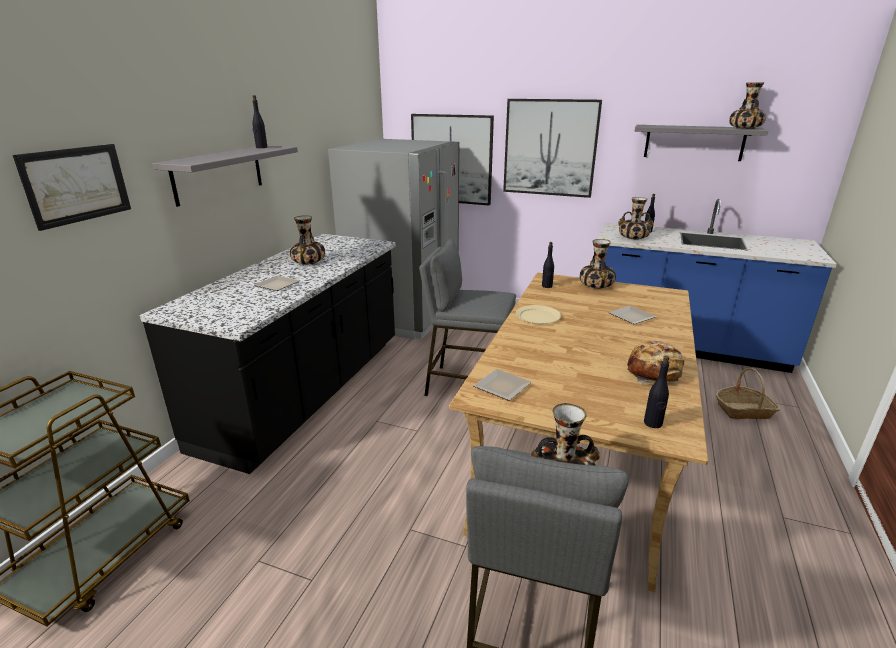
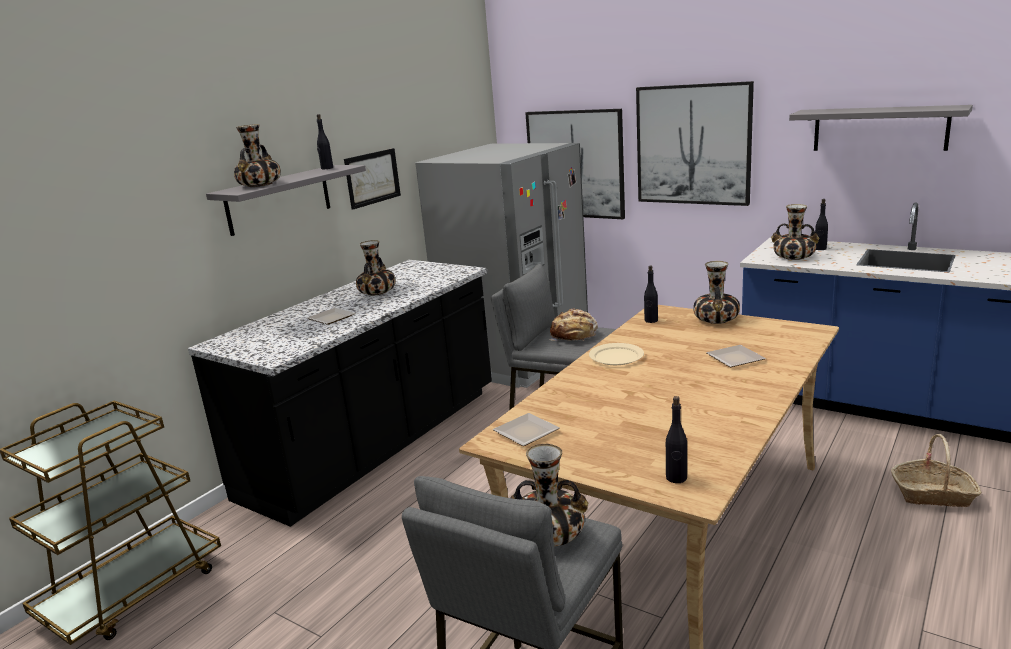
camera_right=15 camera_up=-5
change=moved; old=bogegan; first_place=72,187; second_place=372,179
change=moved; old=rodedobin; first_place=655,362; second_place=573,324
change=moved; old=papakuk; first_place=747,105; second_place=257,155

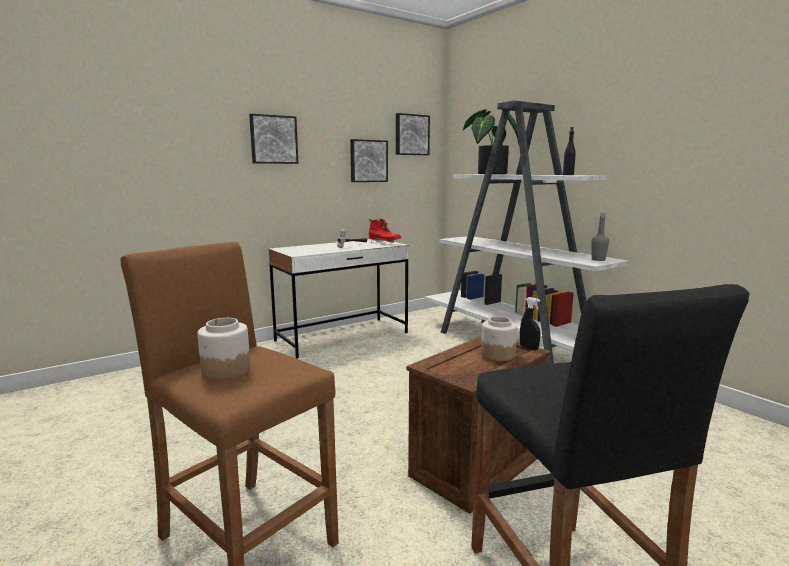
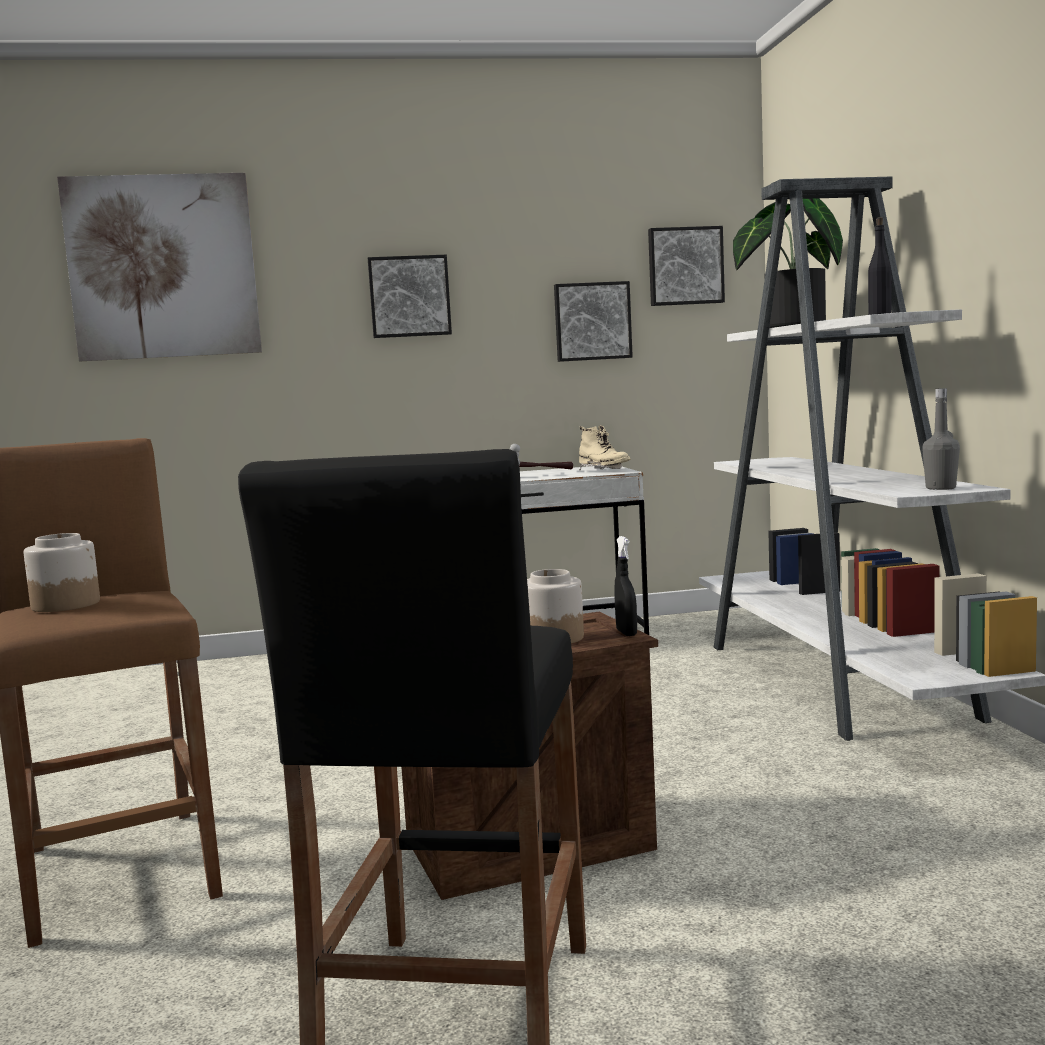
camera_right=25 camera_up=-5
change=recoloured; old=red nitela; new=beige nitela; first_place=385,231; second_place=604,447
change=added; new=bogegan; second_place=159,267

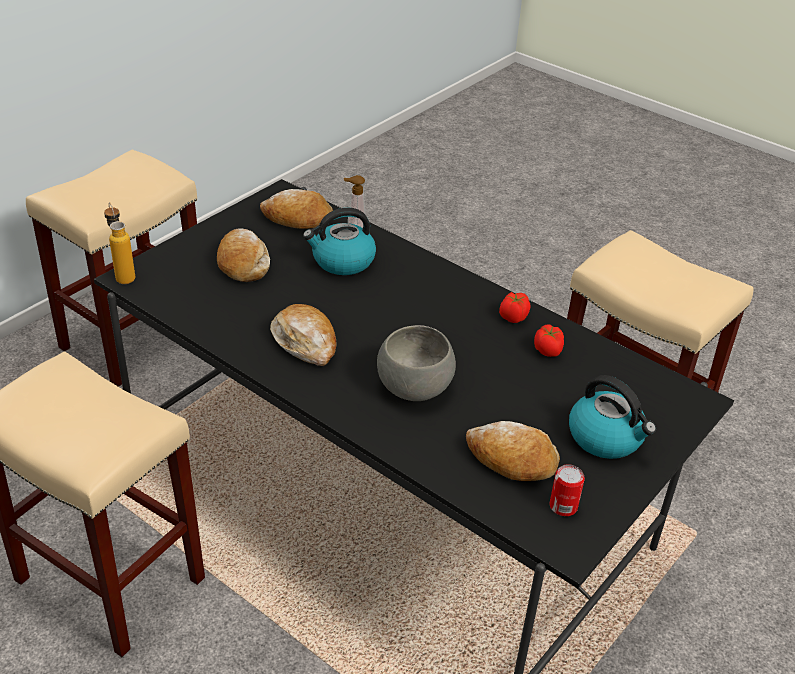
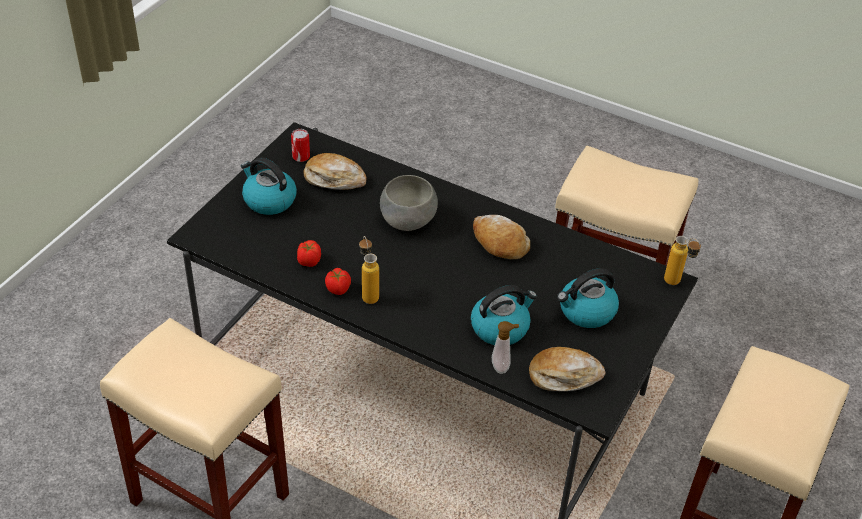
camera_right=170 camera_up=5
change=replaced; old=rodedobin; new=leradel; first_place=243,255; second_place=588,298
change=added; new=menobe; second_place=369,270

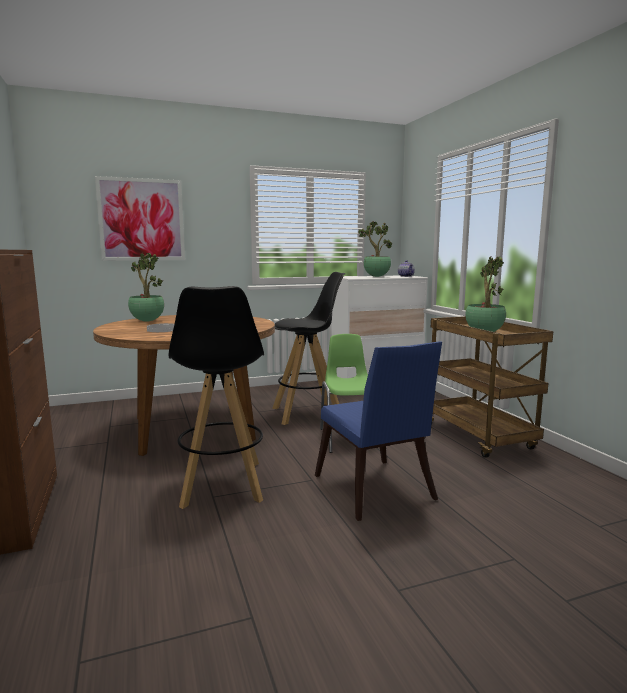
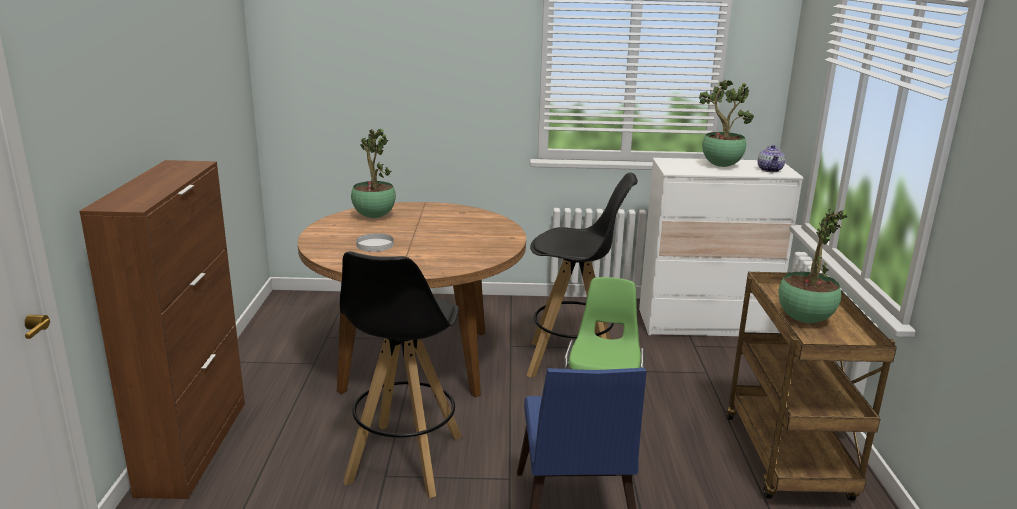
camera_right=20 camera_up=10
change=removed; old=bogegan; first_place=140,218

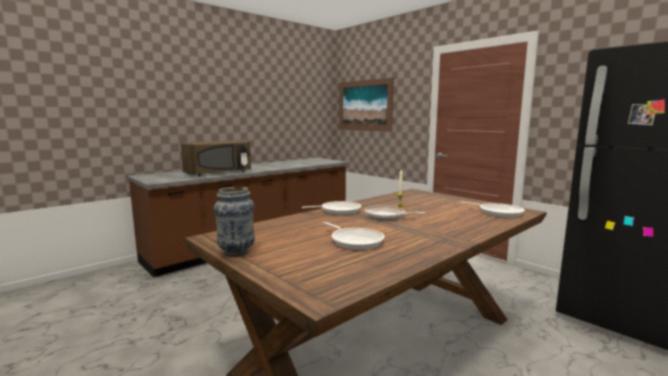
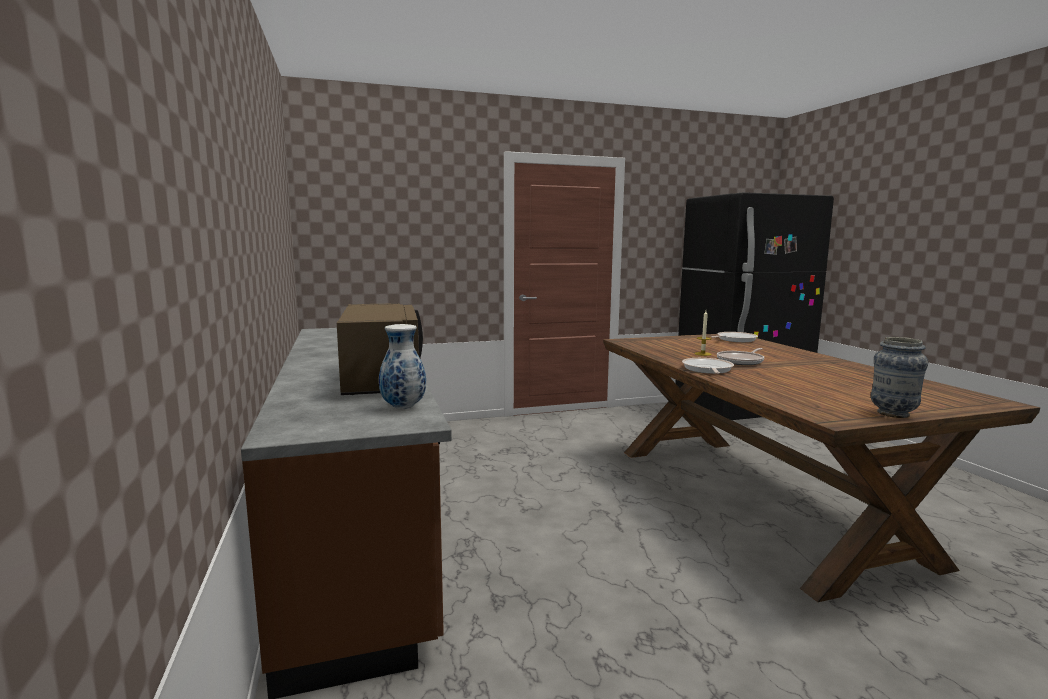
camera_right=-65 camera_up=0
change=removed; old=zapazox; first_place=354,236
change=removed; old=bogegan; first_place=366,105
change=added; new=papakuk; second_place=402,366

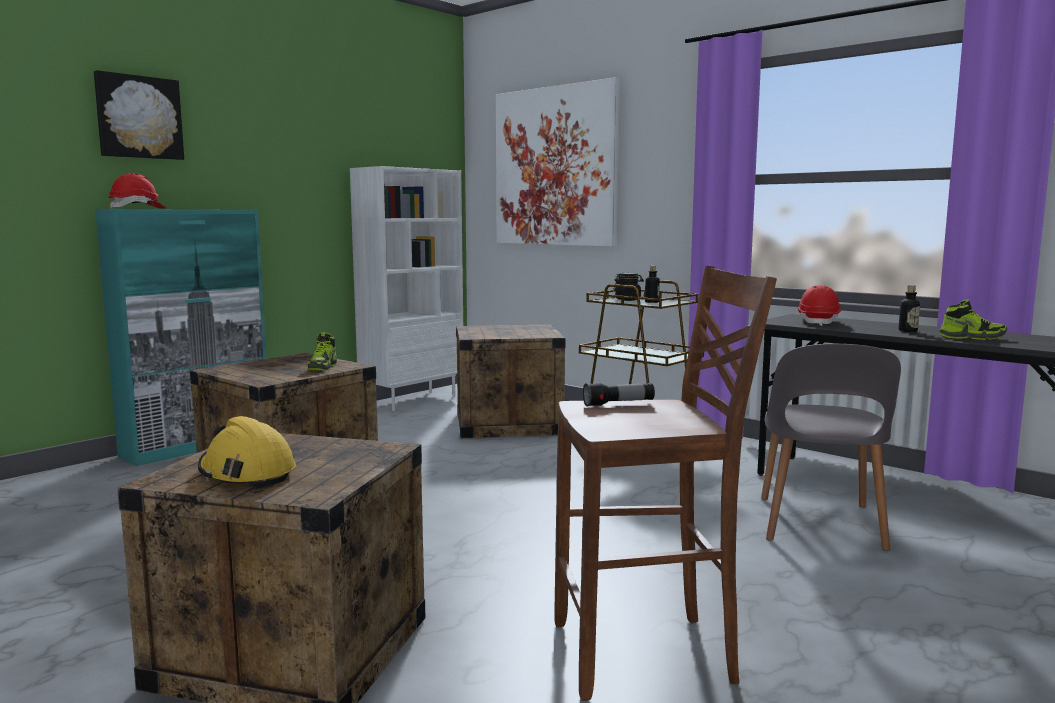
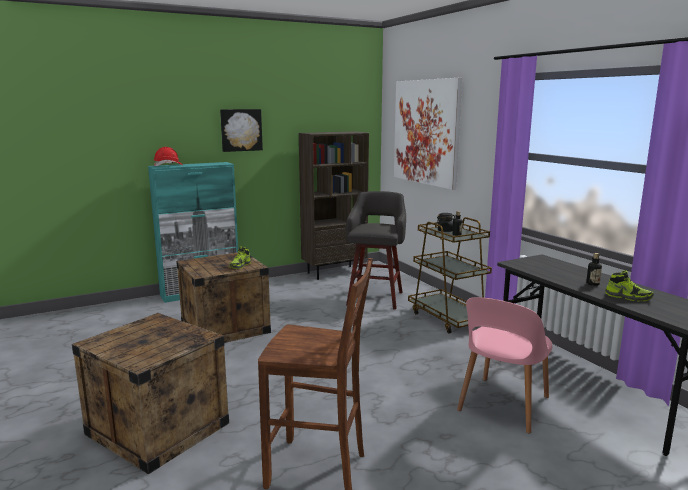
camera_right=20 camera_up=5
change=moved; old=bogegan; first_place=139,115; second_place=241,130
change=removed; old=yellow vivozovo; first_place=247,452
change=recoloured; old=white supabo; new=brown supabo; first_place=406,288; second_place=334,205
change=replaced; old=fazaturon; new=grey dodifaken; first_place=511,381; second_place=376,250
change=removed; old=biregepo; first_place=619,395
change=recoloured; old=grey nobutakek; new=pink nobutakek; first_place=831,447; second_place=504,365
change=removed; old=red vivozovo; first_place=819,305

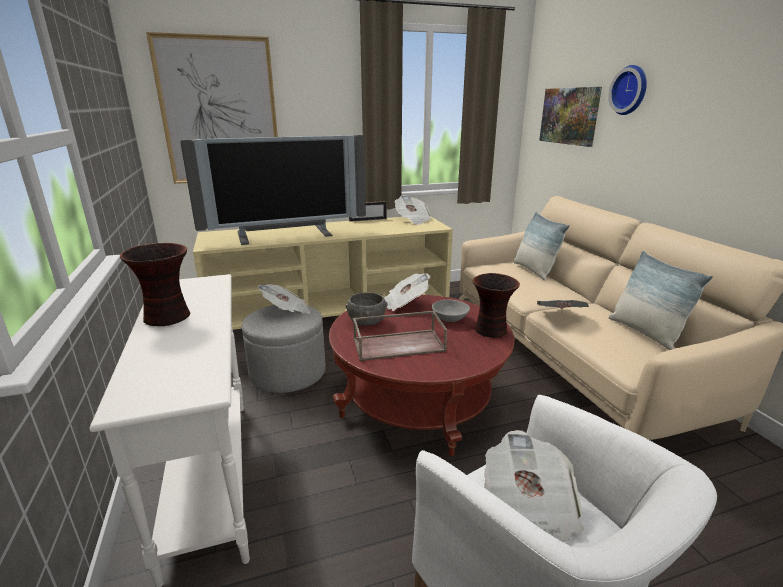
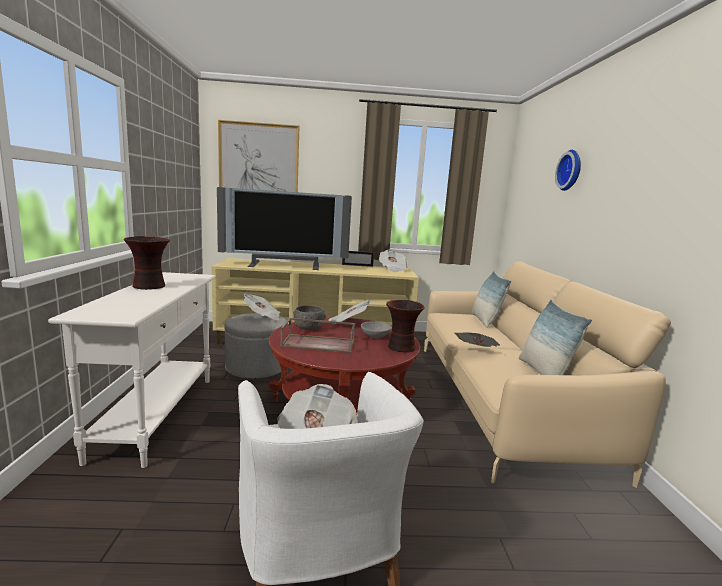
camera_right=15 camera_up=-10
change=removed; old=bogegan; first_place=570,117

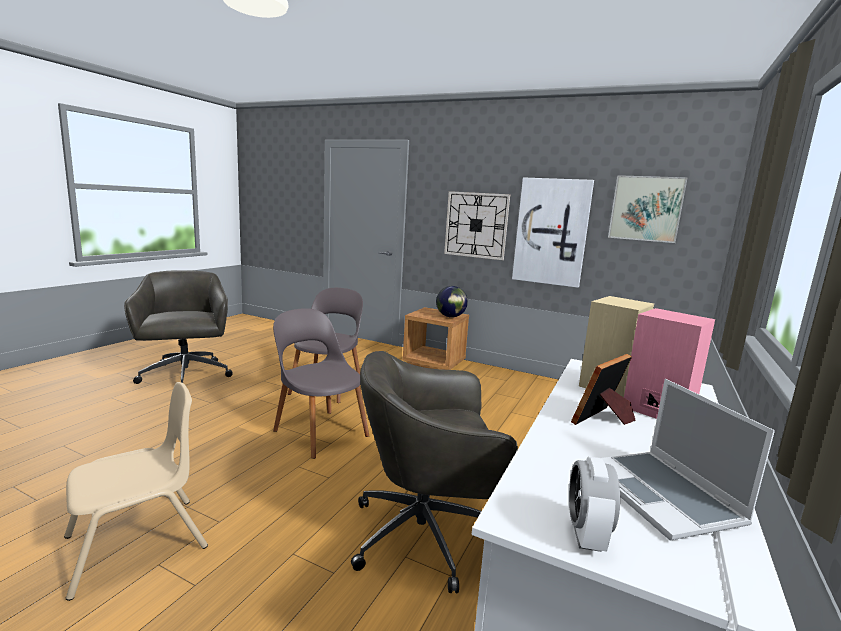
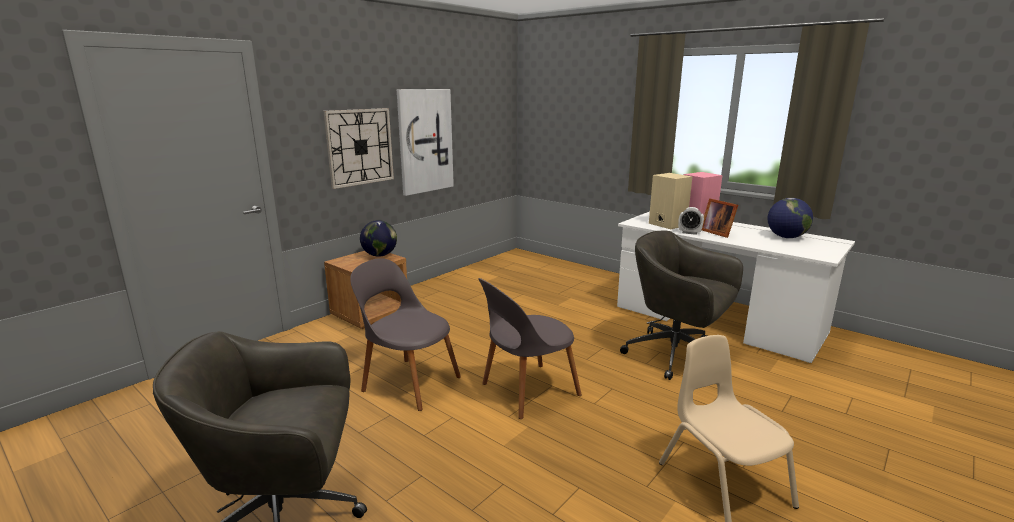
camera_right=-75 camera_up=5
change=turned; old=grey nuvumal; first_place=434,472; second_place=681,305; degrees=120
change=moved; old=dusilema; first_place=594,504; second_place=691,221
change=replaced; old=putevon; new=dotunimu; first_place=680,459; second_place=790,218
change=removed; old=bogegan; first_place=648,209

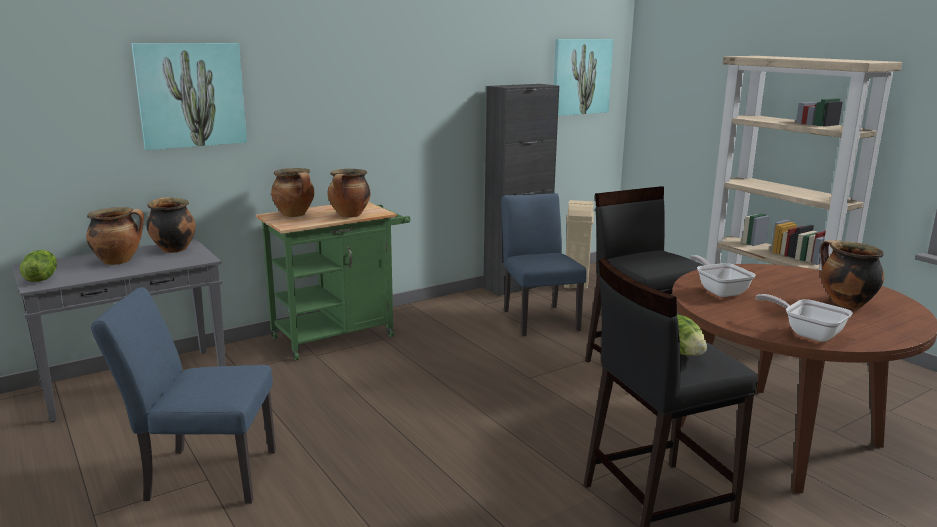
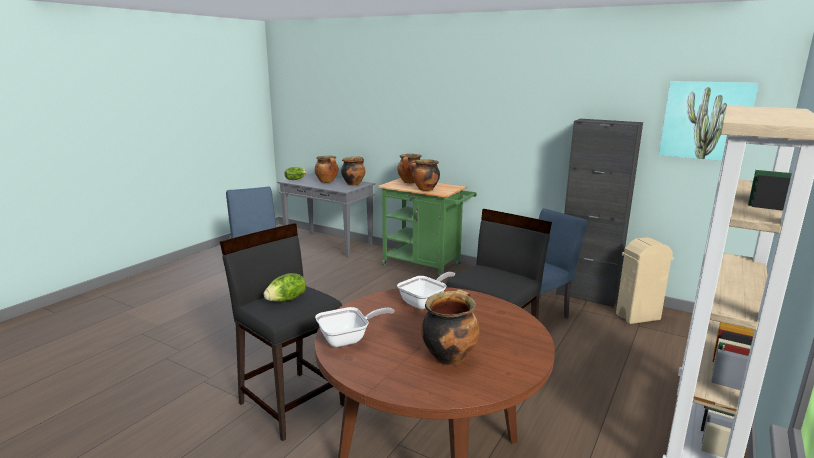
camera_right=65 camera_up=0
change=removed; old=bogegan; first_place=189,96
change=turned; old=zapazox; first_place=804,318; second_place=355,327; degrees=45

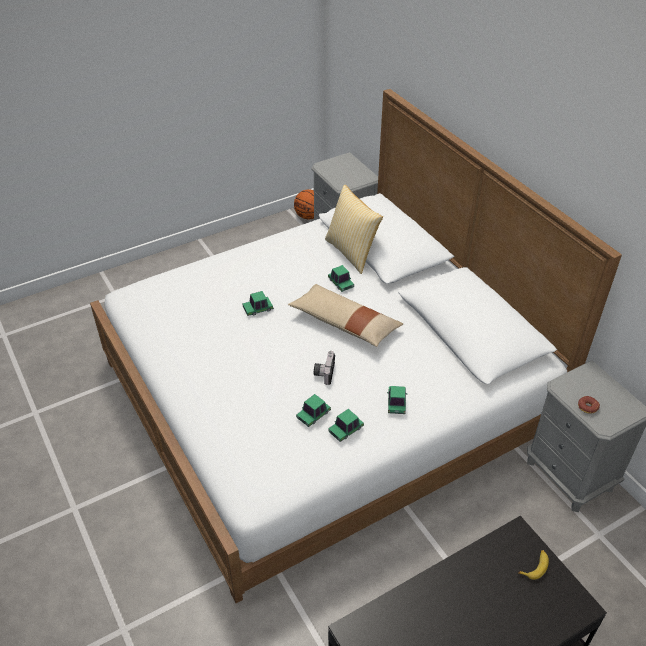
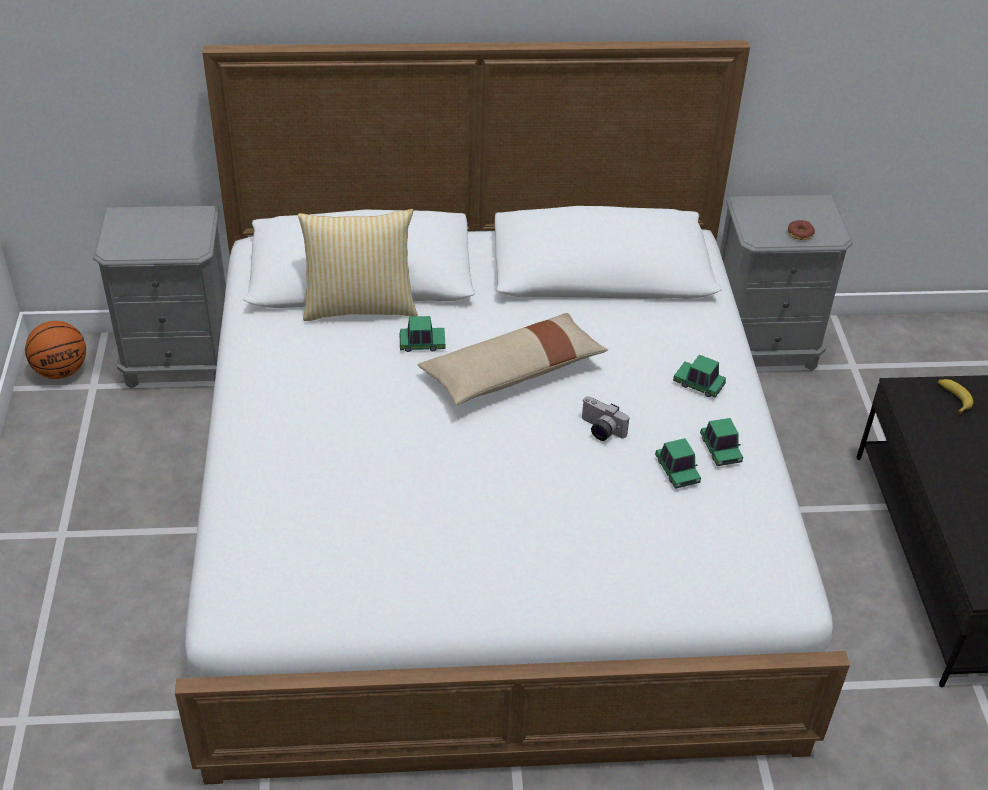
camera_right=-65 camera_up=0
change=removed; old=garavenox; first_place=258,303

